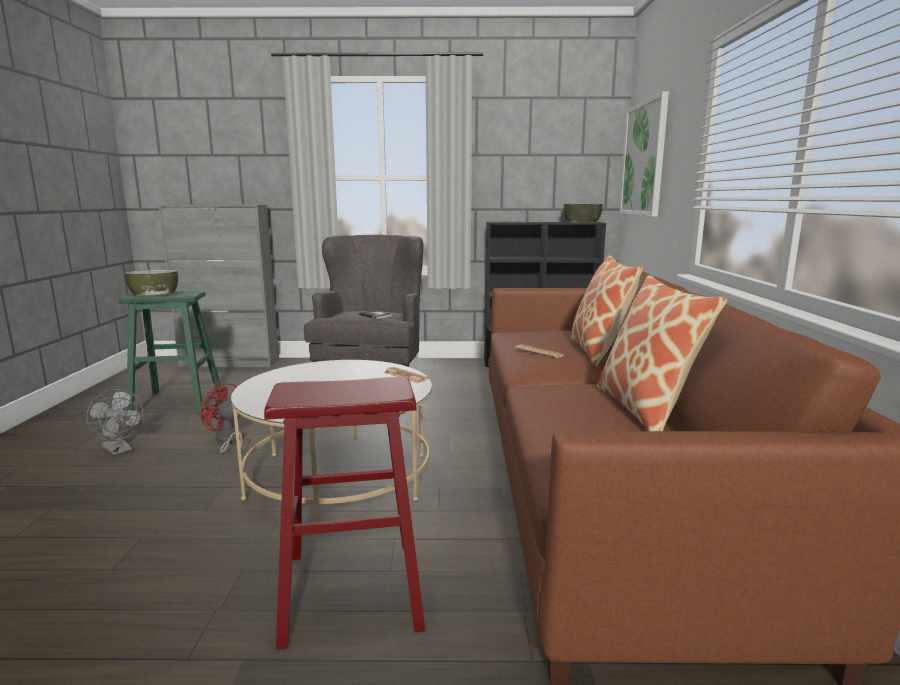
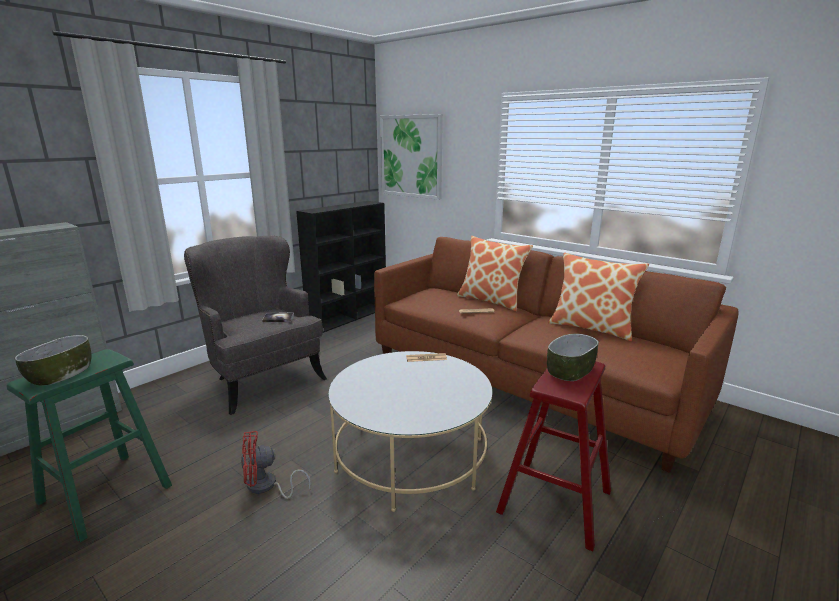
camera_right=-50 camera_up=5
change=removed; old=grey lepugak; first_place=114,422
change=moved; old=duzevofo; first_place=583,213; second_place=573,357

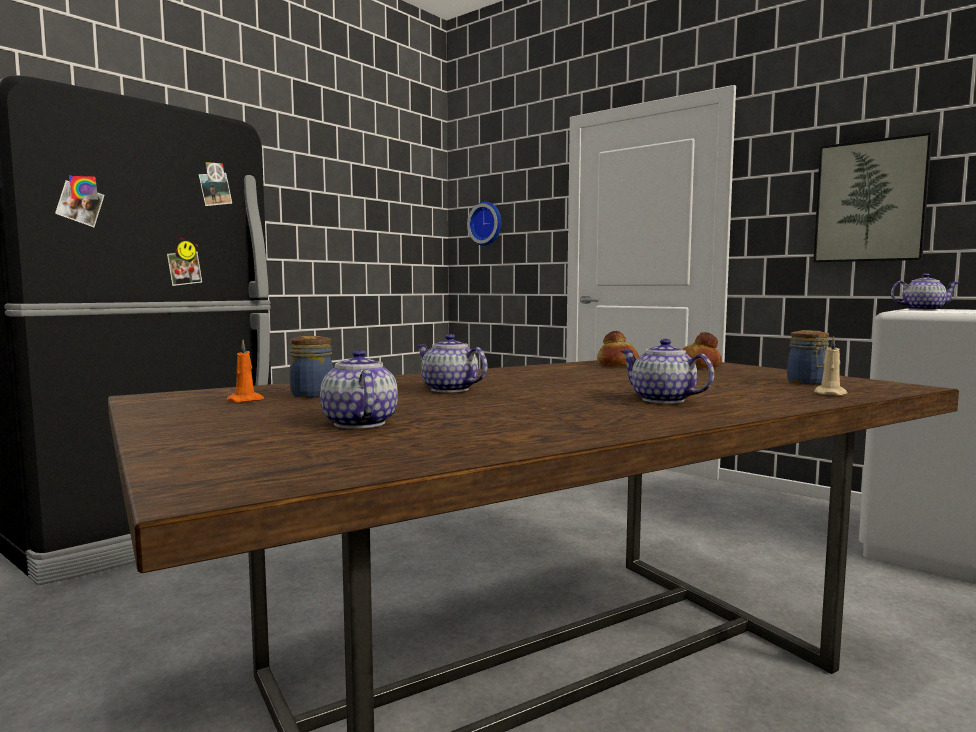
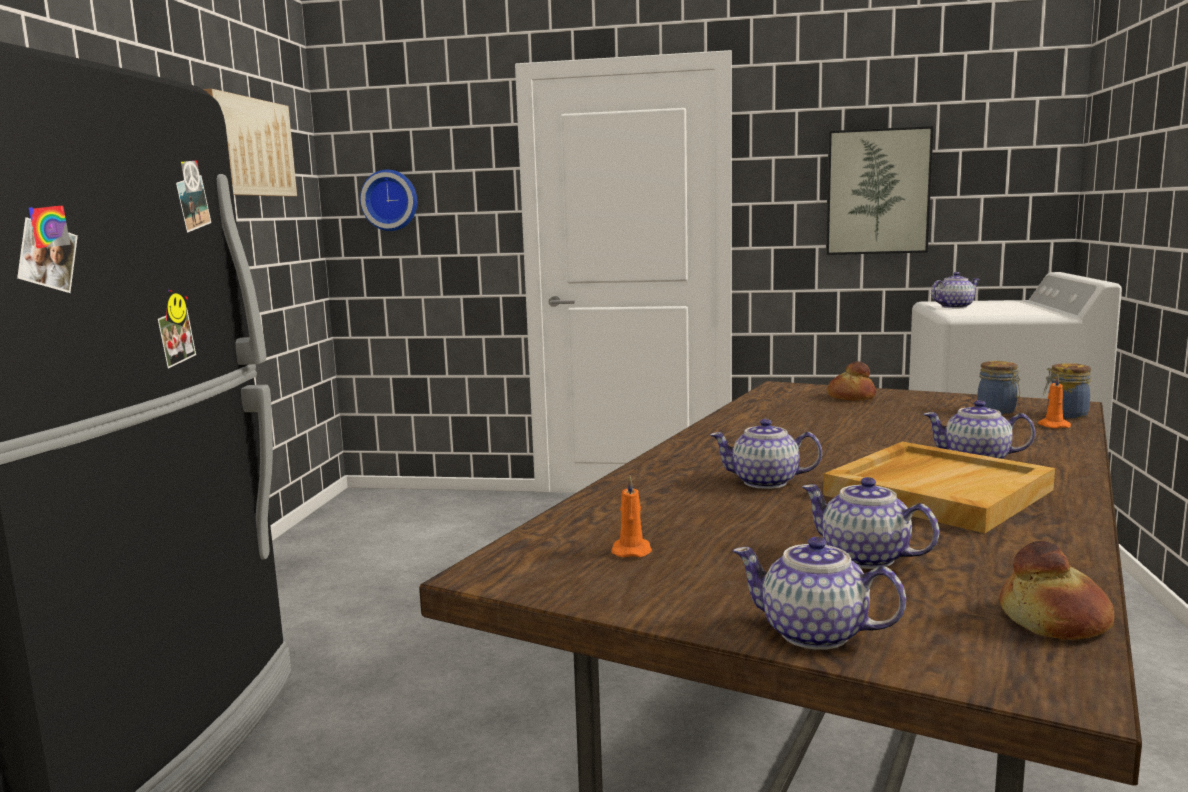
camera_right=-30 camera_up=5
change=moved; old=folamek; first_place=311,367; second_place=1067,390
change=moved; old=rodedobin; first_place=618,348; second_place=1057,590
change=recoloured; old=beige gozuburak; new=orange gozuburak; first_place=830,366; second_place=1054,401
change=added; new=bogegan; second_place=250,143
change=added; new=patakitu; second_place=819,593
change=added; new=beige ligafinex; second_place=939,487

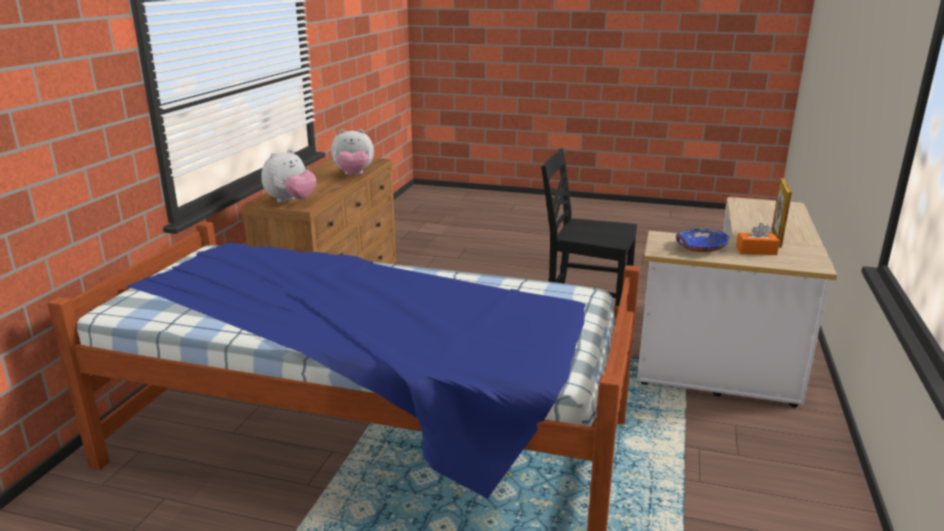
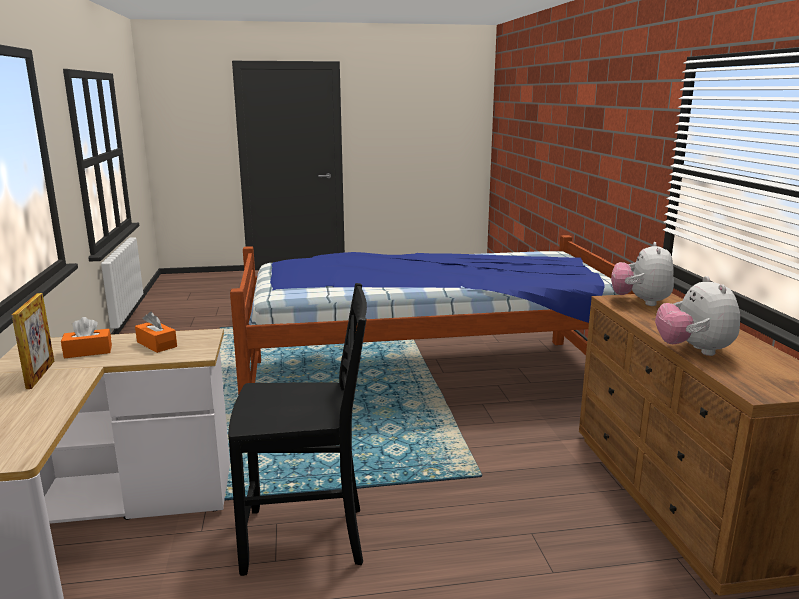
camera_right=155 camera_up=-5
change=turned; old=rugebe; first_place=352,152; second_place=697,316; degrees=-60
change=replaced; old=blue duzevofo; new=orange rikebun; first_place=702,240; second_place=156,332

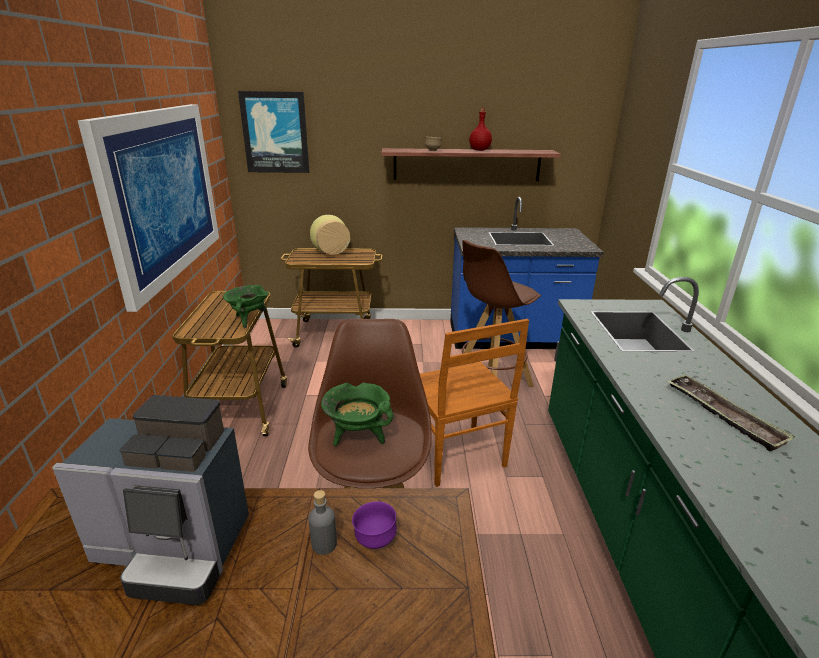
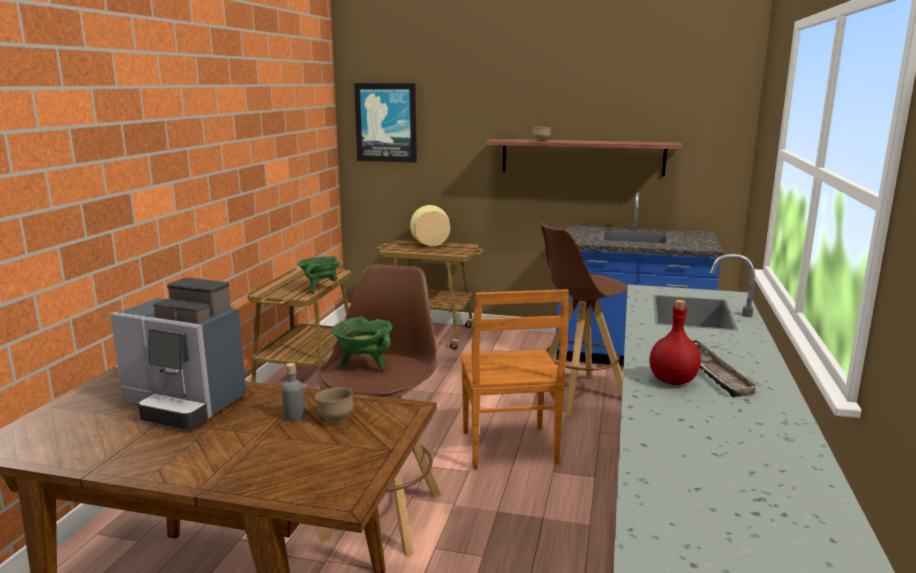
camera_right=15 camera_up=-10
change=removed; old=bogegan; first_place=148,208
change=recoloured; old=purple duzevofo; new=brown duzevofo; first_place=374,525; second_place=334,405
change=moved; old=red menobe; first_place=480,129; second_place=675,342

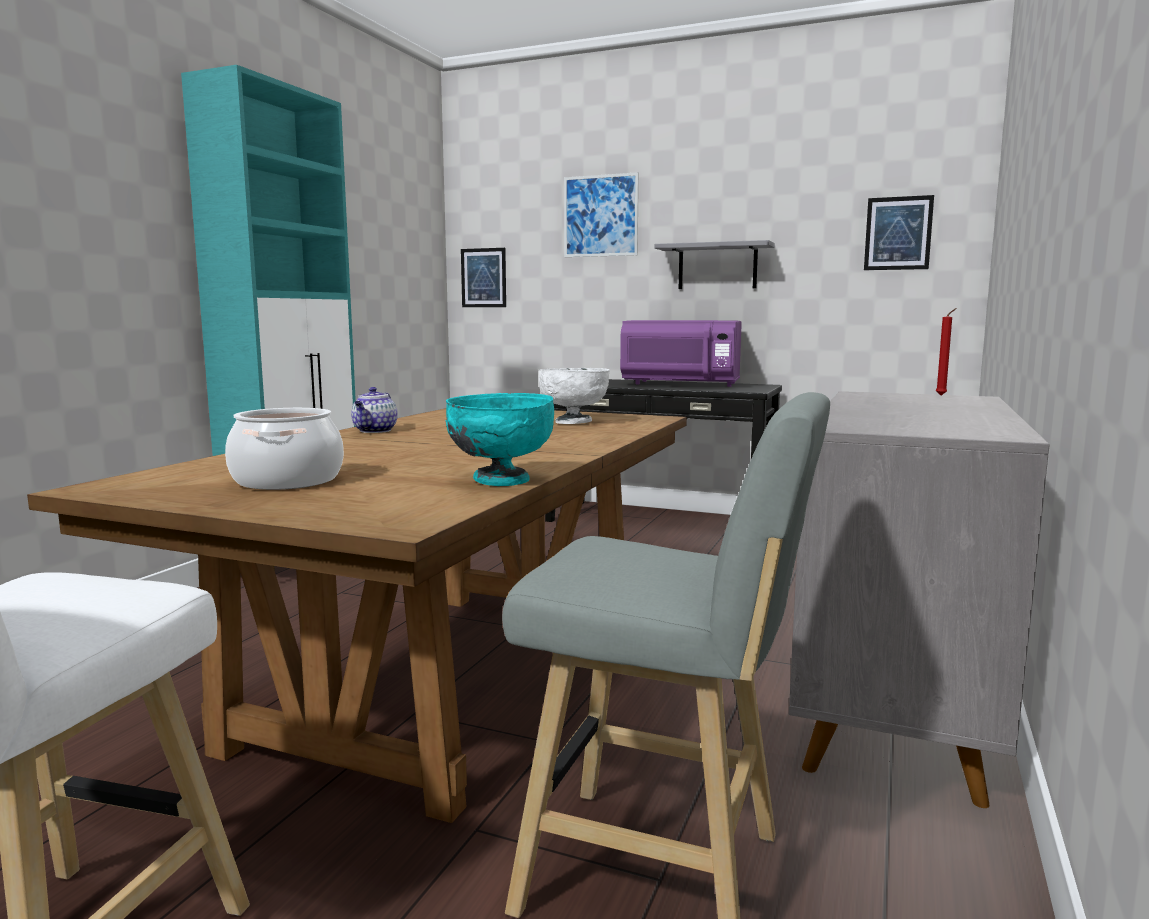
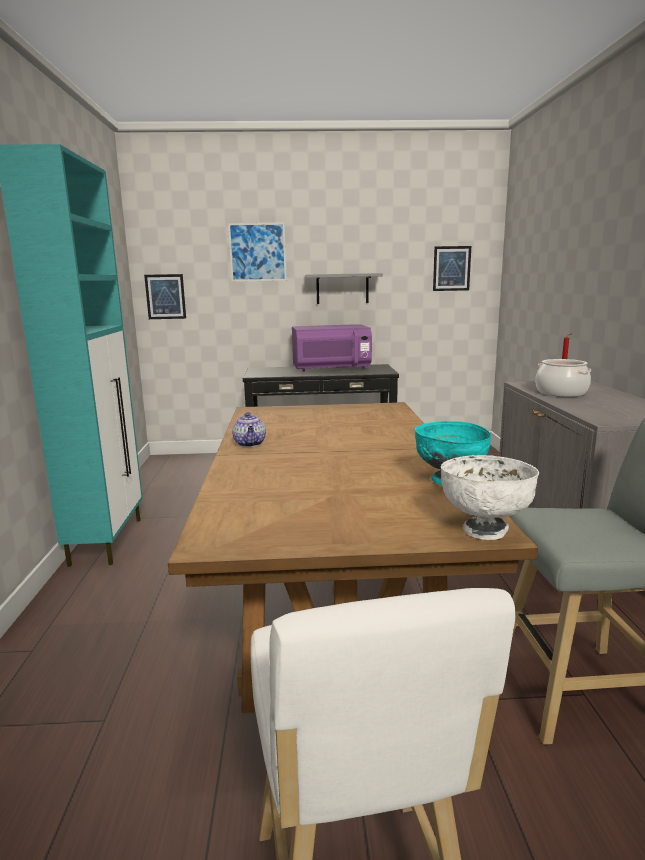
camera_right=-25 camera_up=5
change=moved; old=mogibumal; first_place=284,449; second_place=563,378
change=moved; old=white duzevofo; first_place=574,396; second_place=490,497

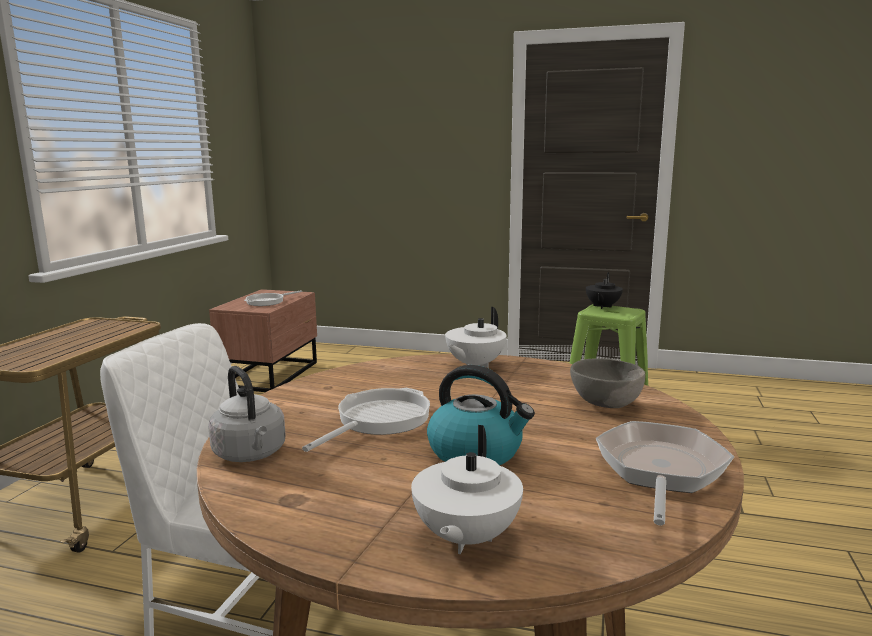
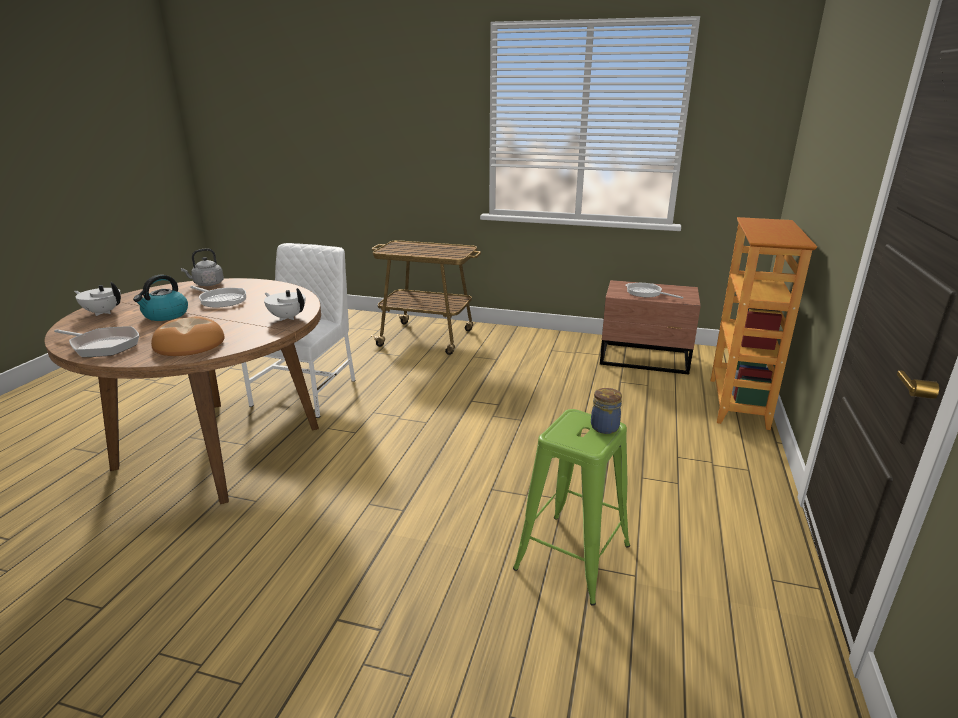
camera_right=90 camera_up=10
change=replaced; old=grey duzevofo; new=rodedobin; first_place=607,383; second_place=188,336
change=replaced; old=black patakitu; new=folamek; first_place=604,290; second_place=606,411
change=added; new=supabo; second_place=764,323

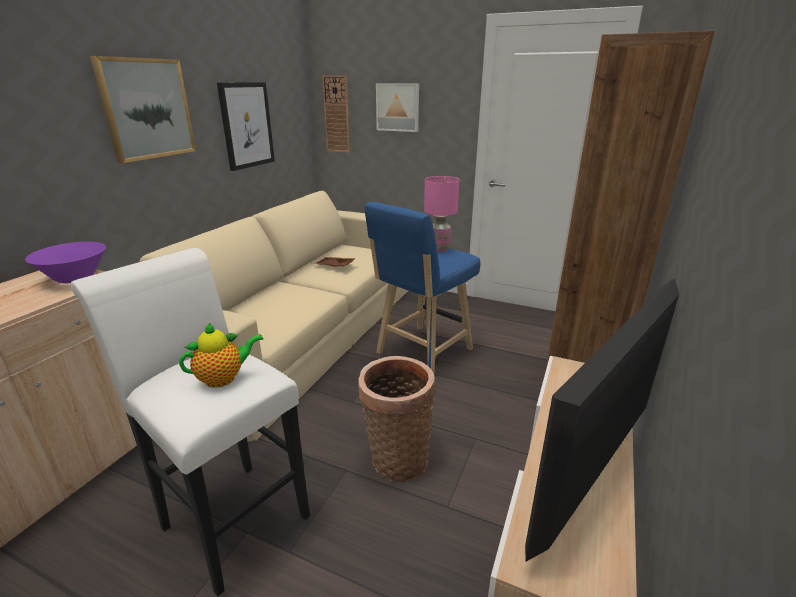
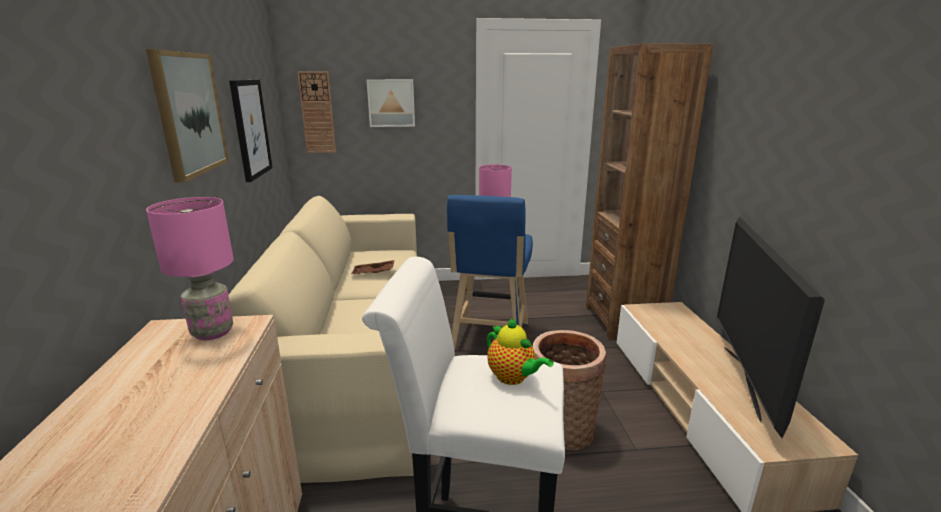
camera_right=-30 camera_up=-5
change=replaced; old=purple duzevofo; new=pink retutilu; first_place=65,262; second_place=190,268
change=turned; old=patakitu; first_place=221,355; second_place=520,351; degrees=105

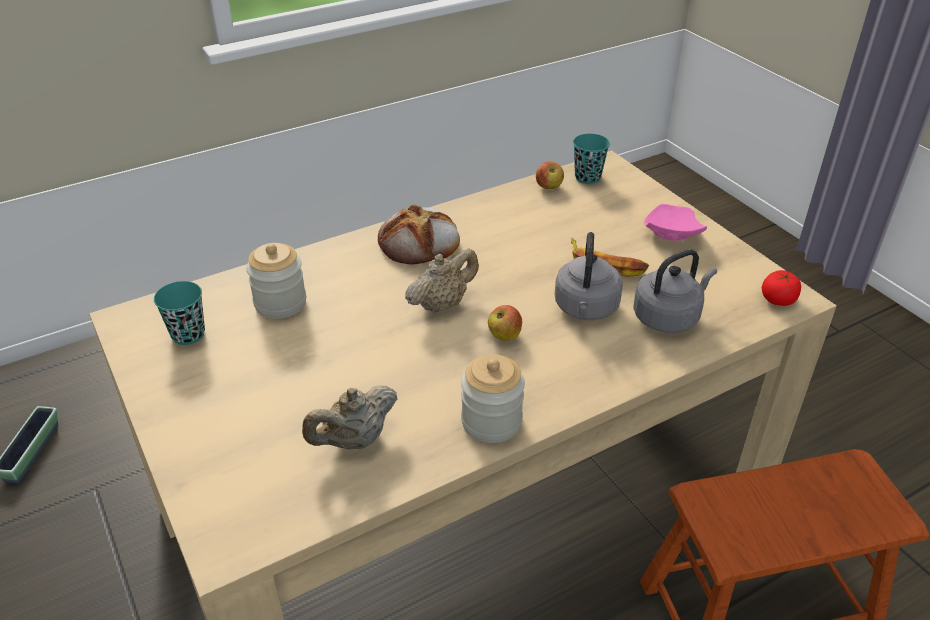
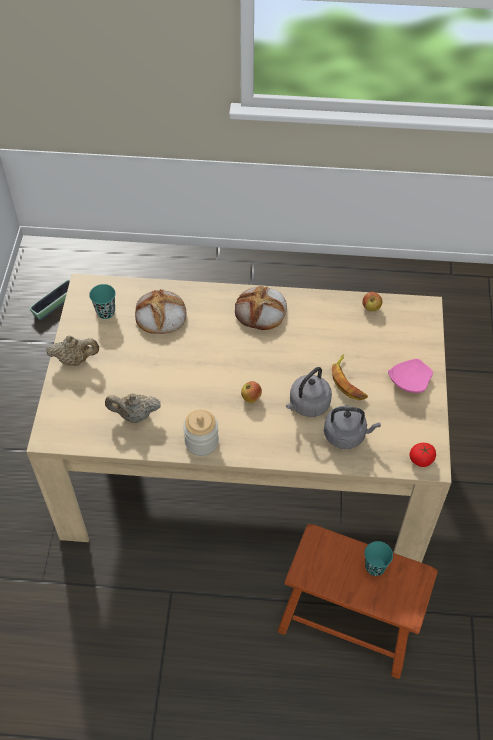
camera_right=35 camera_up=15
change=replaced; old=folamek; new=rodedobin; first_place=276,281; second_place=161,311
change=moved; old=beige patakitu; first_place=442,281; second_place=72,351
change=moved; old=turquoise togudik; first_place=591,159; second_place=379,558

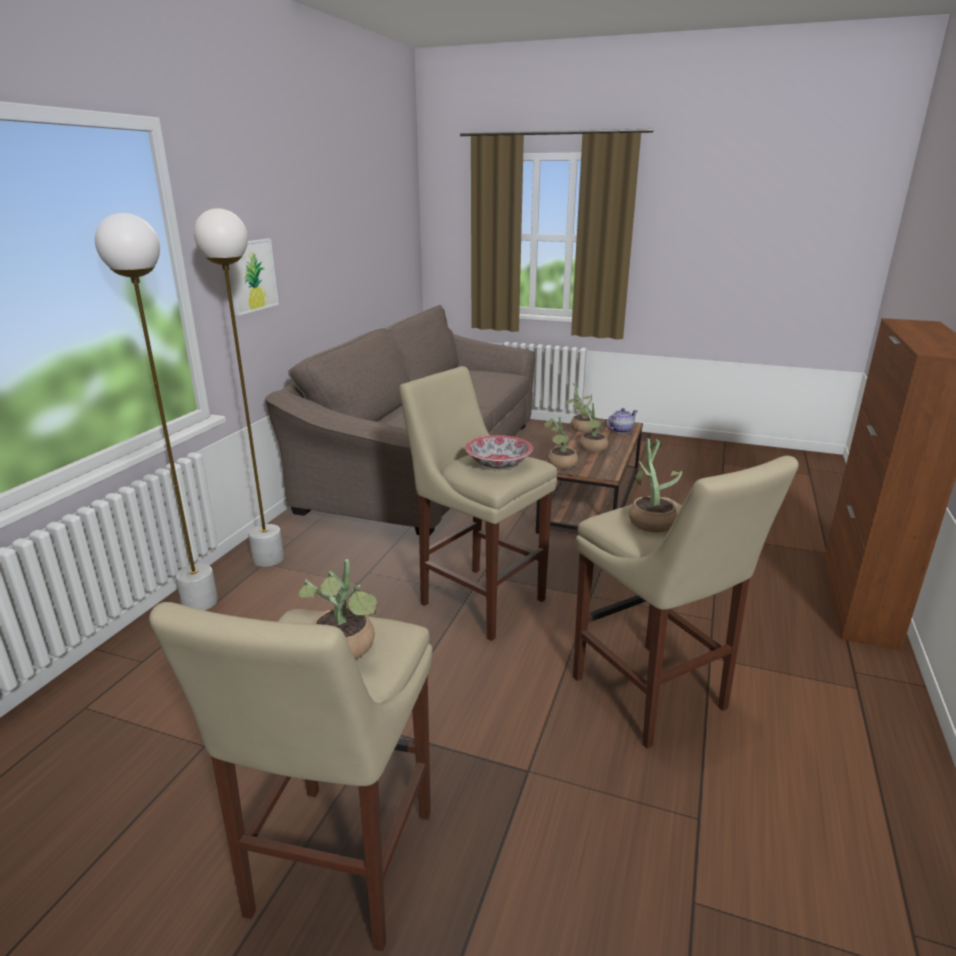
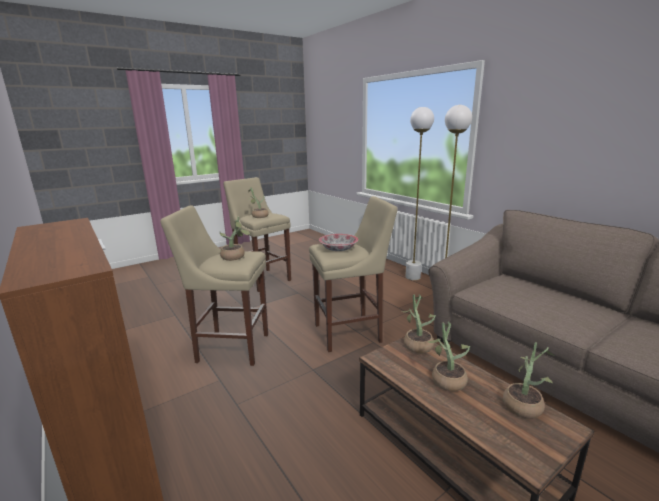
camera_right=125 camera_up=-5
change=removed; old=bogegan; first_place=253,277
change=removed; old=patakitu; first_place=621,420

